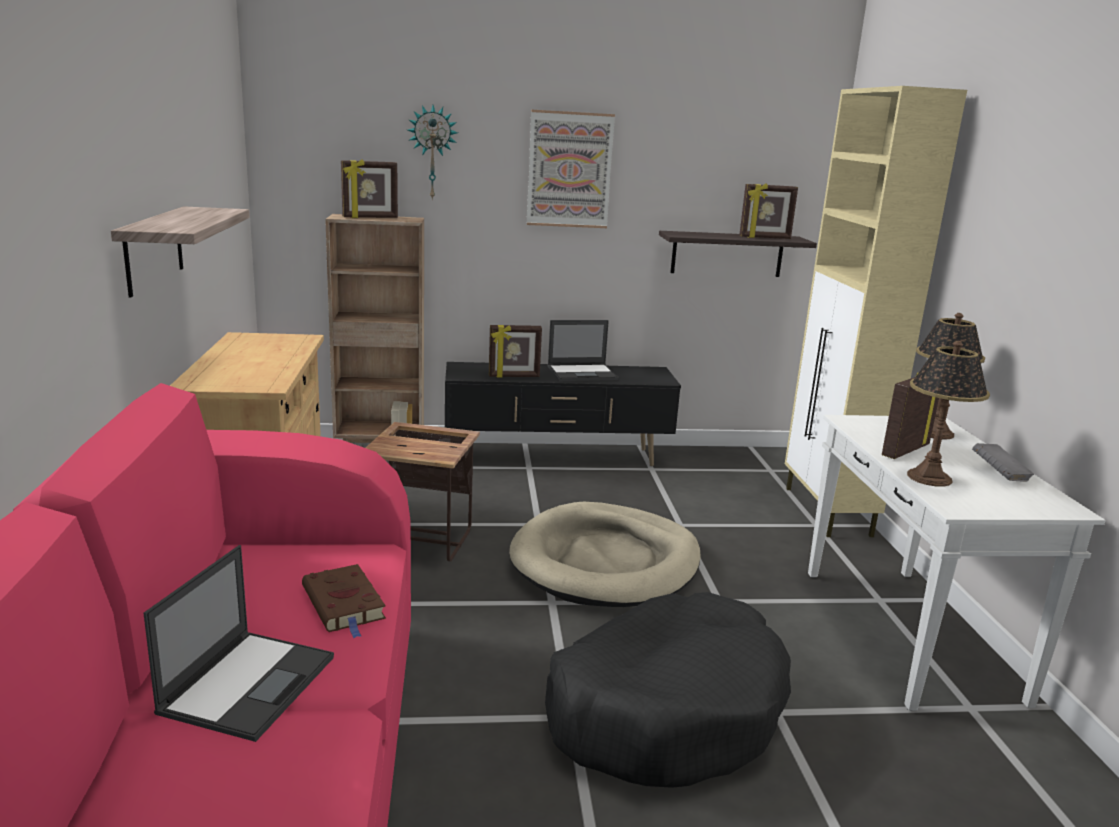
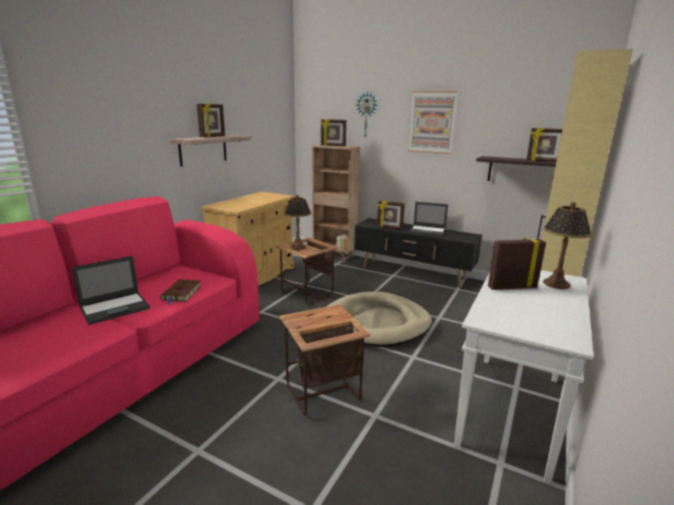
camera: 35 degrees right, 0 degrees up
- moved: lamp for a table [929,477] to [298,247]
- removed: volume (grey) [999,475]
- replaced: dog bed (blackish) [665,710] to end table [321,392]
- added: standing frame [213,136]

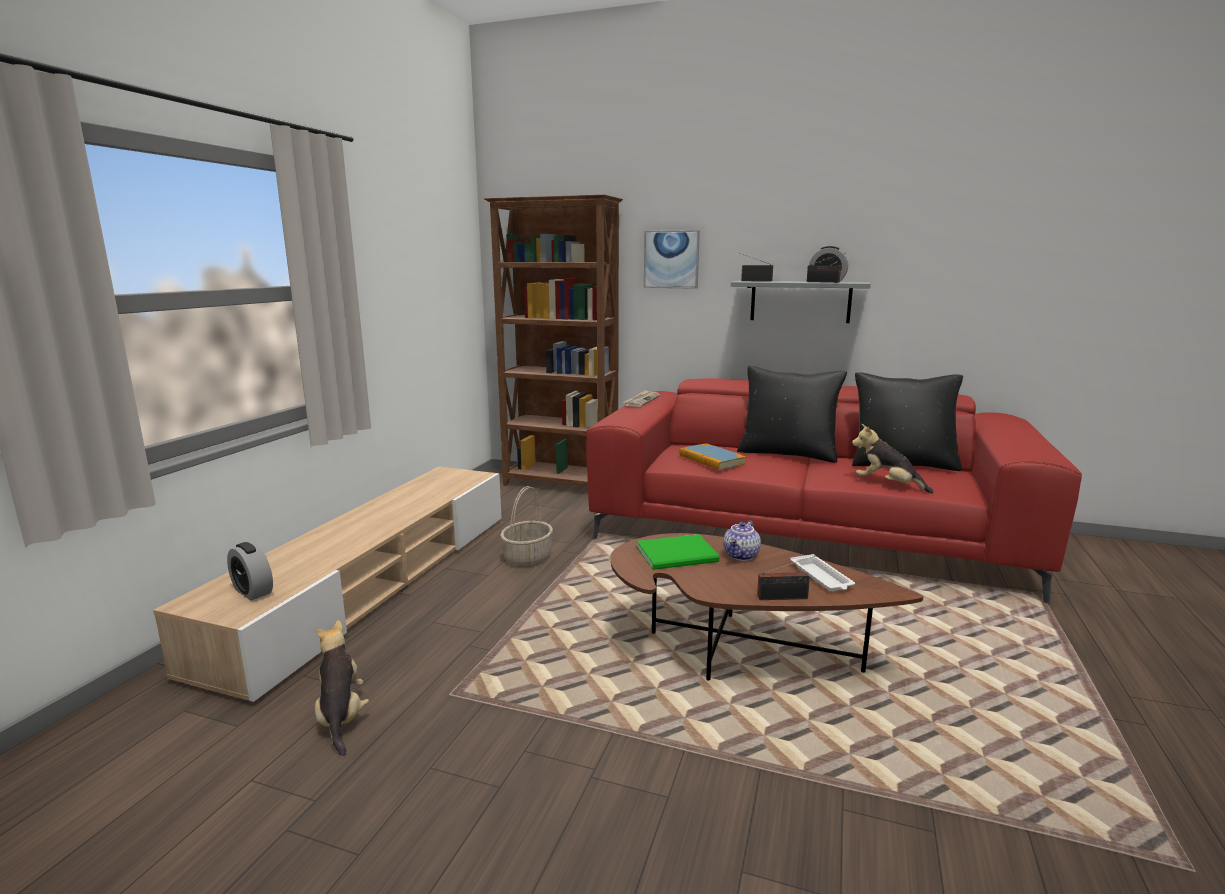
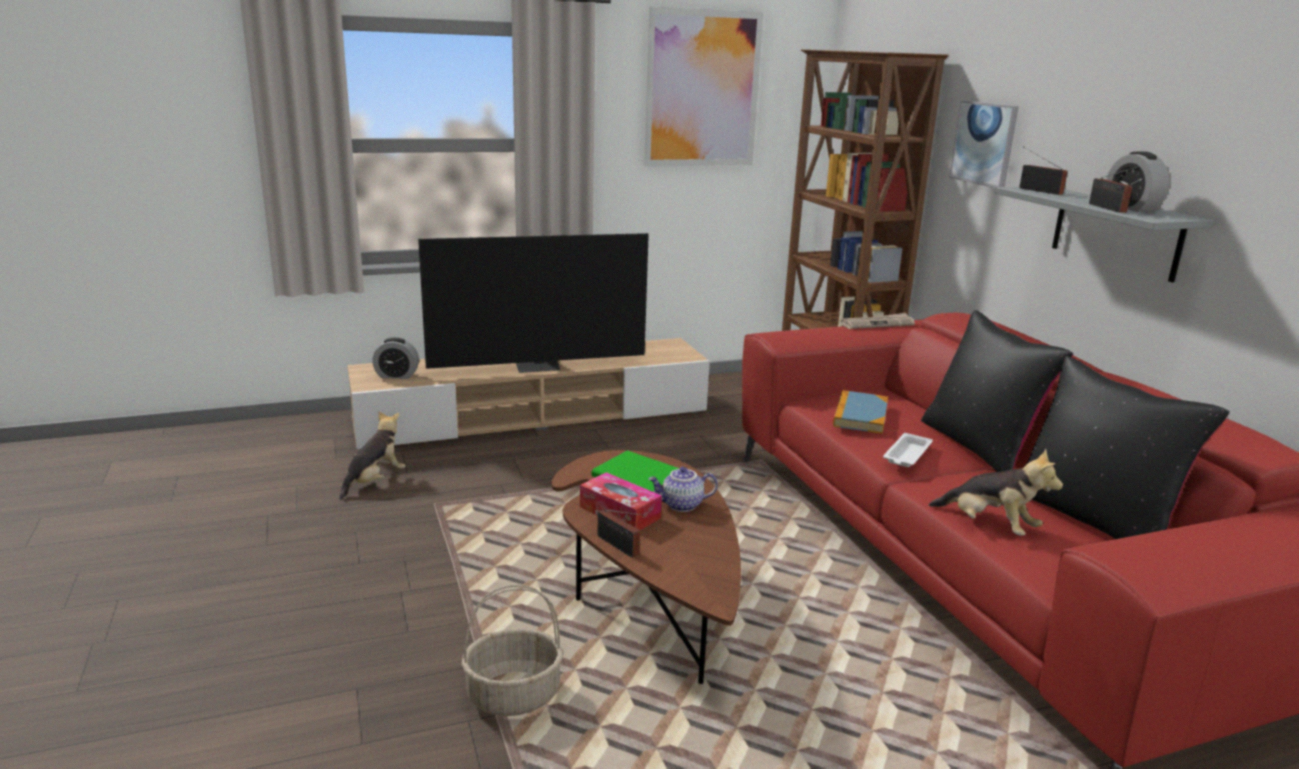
camera: 50 degrees right, 5 degrees up
- turned: soft toy [887,485] = [989,526] 135 degrees clockwise
- moved: storage basket [527,557] to [514,694]
- turned: alarm clock [253,591] = [397,376] 90 degrees counterclockwise
- moved: carrying tray (whitish) [822,577] to [906,455]
- added: wall picture [701,89]
- added: TV [538,366]
- added: tissue box [620,512]

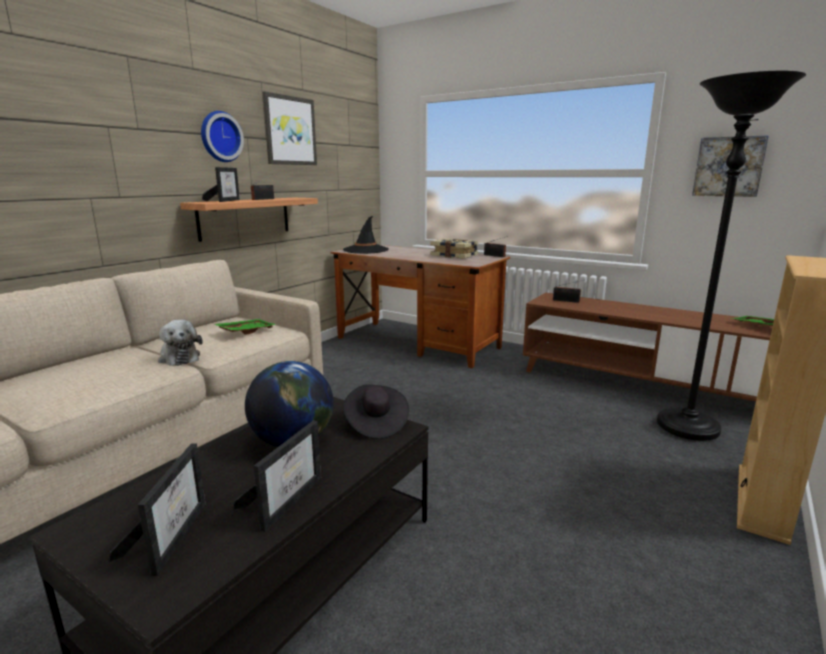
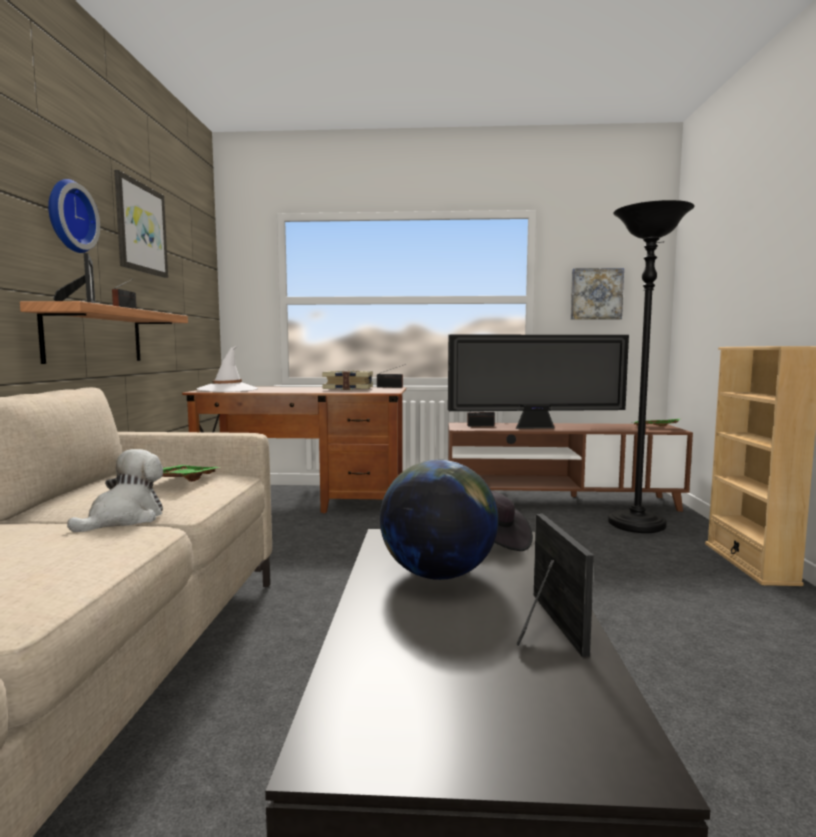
camera: 30 degrees left, 10 degrees down
- recoloured: wearable hat (blackish) [365,250] to wearable hat (whitish) [228,389]
- turned: soft toy [179,357] = [124,519] 90 degrees counterclockwise
- removed: standing frame [171,535]
- added: TV [536,427]

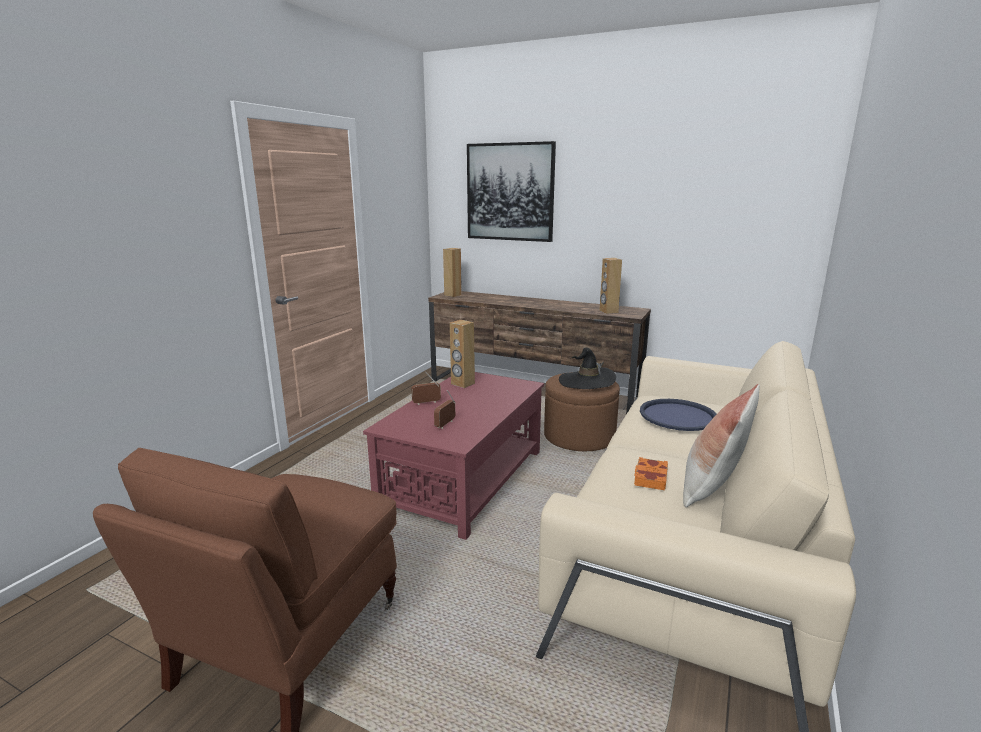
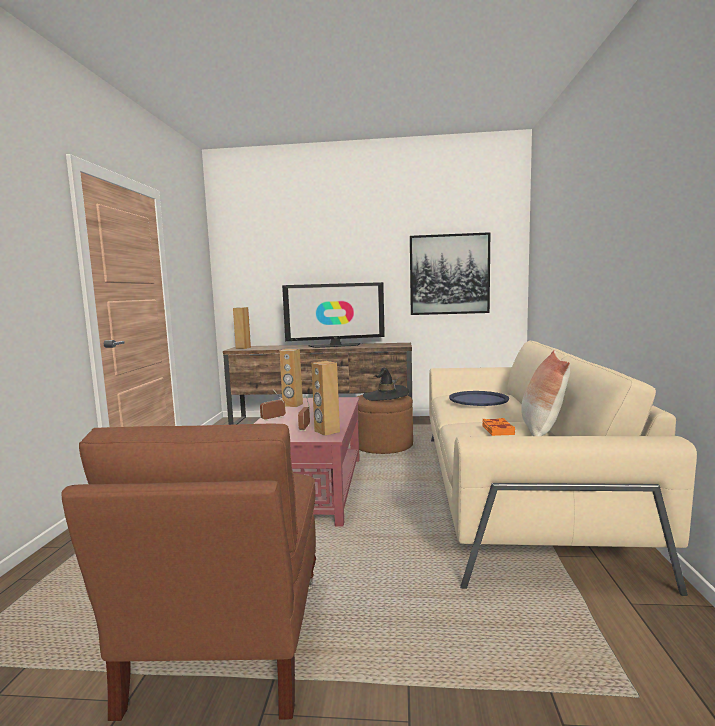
camera: 20 degrees left, 10 degrees down
- moved: wall picture [510,192] to [449,274]
- moved: audio speaker (brown) [608,311] to [326,431]
- added: TV [335,345]

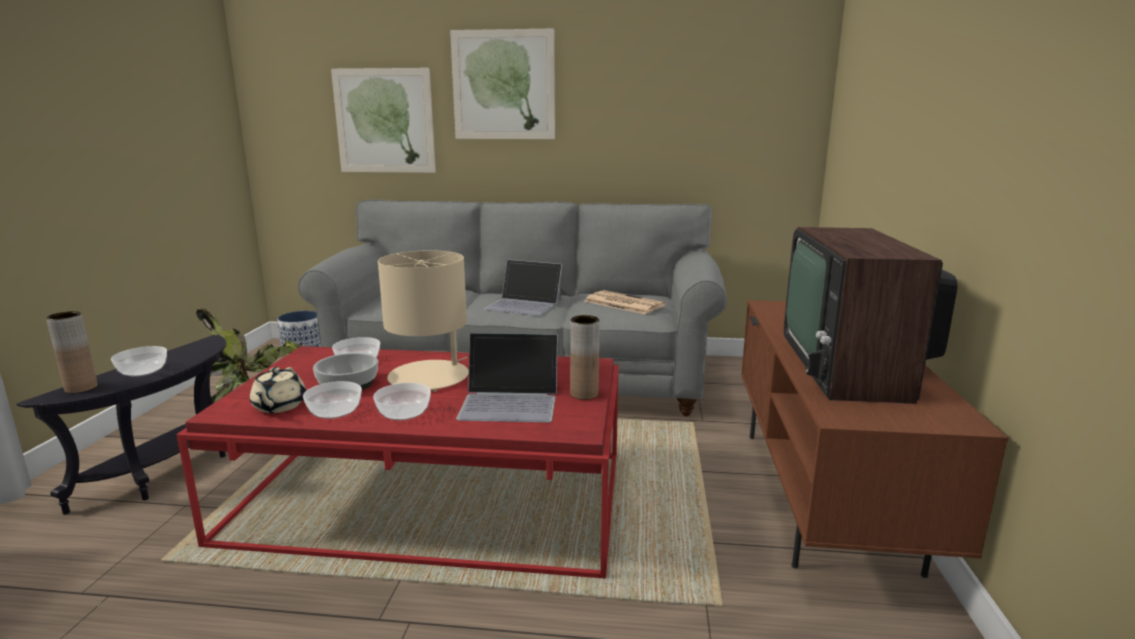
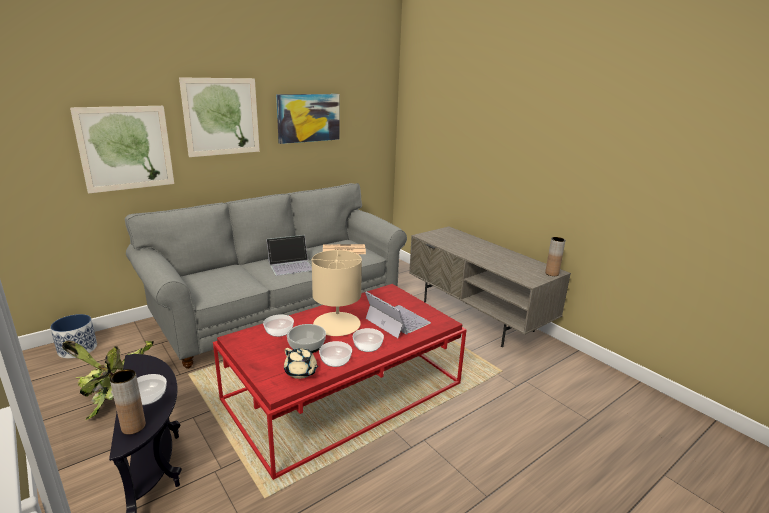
camera: 45 degrees left, 5 degrees up
- removed: TV [853,364]
- recoloured: tv unit (brown) [825,496] to tv unit (grey) [477,316]
- moved: vase (brown) [584,394] to [551,273]
- turned: notebook computer [510,401] = [397,321] 90 degrees counterclockwise
- added: wall picture [308,118]

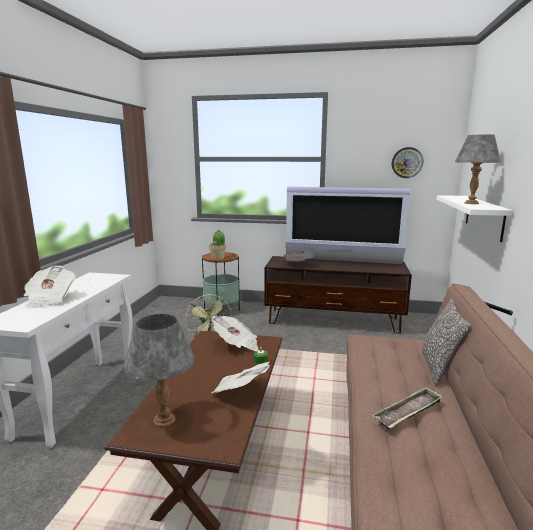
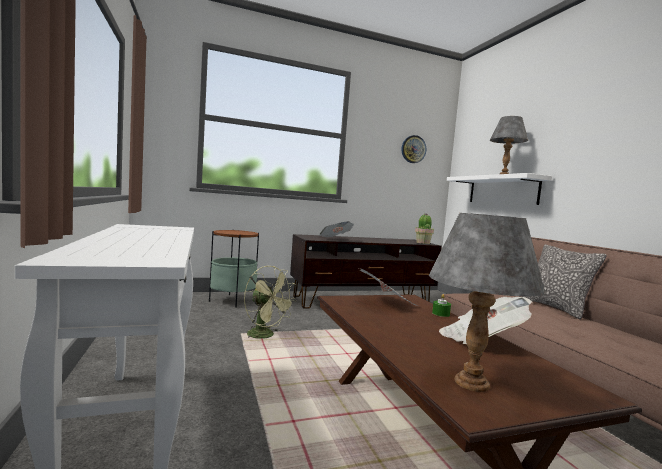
camera: 30 degrees left, 10 degrees down
- removed: TV [342,260]
- moved: houseplant [218,257] to [423,243]
- removed: newspaper [49,299]
- removed: carrying tray [408,412]

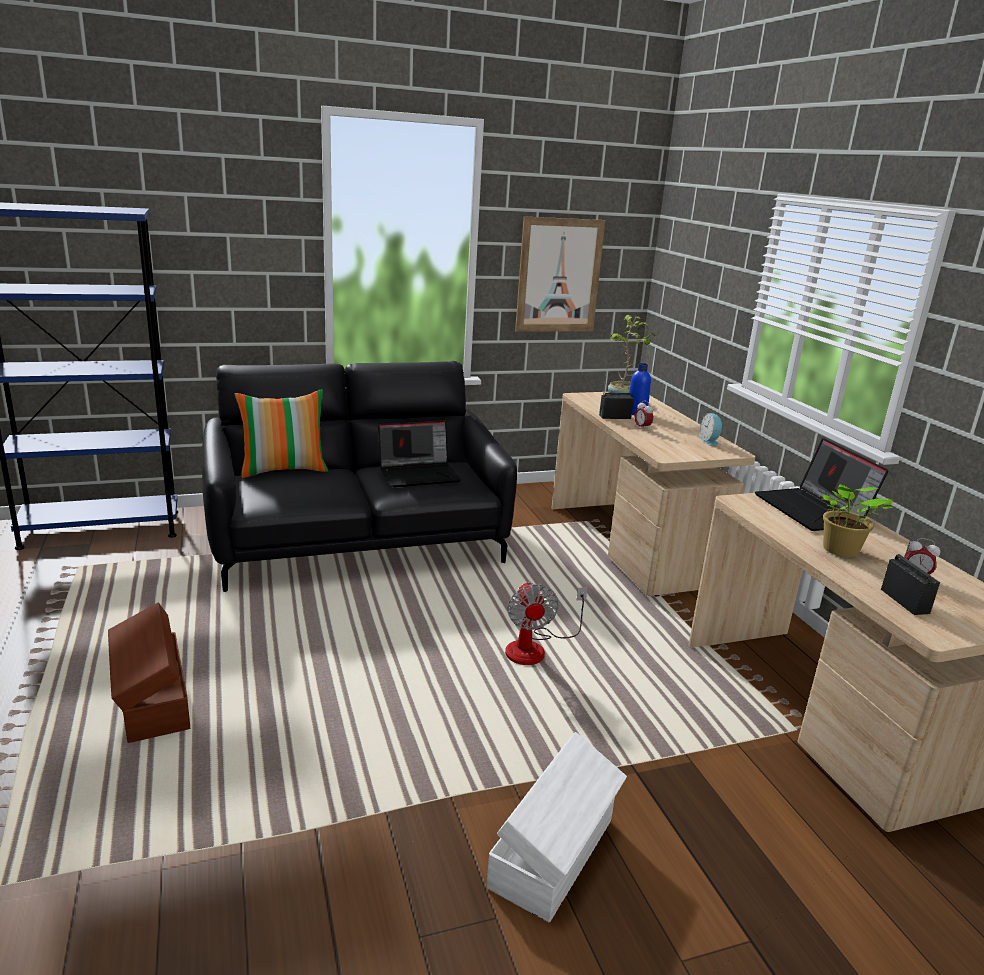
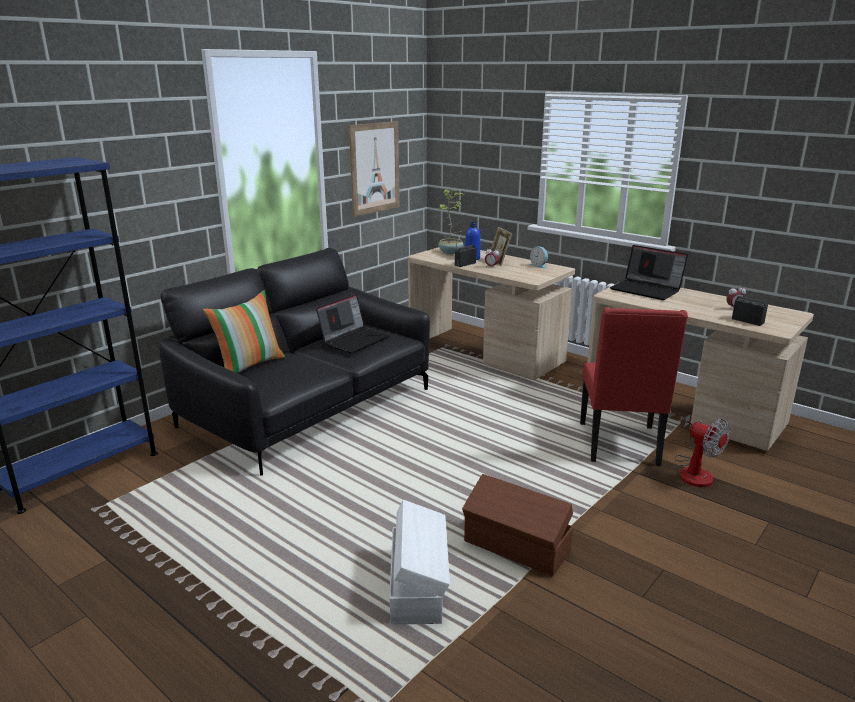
camera: 30 degrees left, 0 degrees up
- removed: houseplant [839,551]
- moved: fan [535,648] to [694,471]
- moved: storage box (brown) [152,700] to [517,547]
- moved: storage box (whitish) [555,853] to [418,584]
- added: standing frame [499,262]
- added: plain chair (red) [620,445]

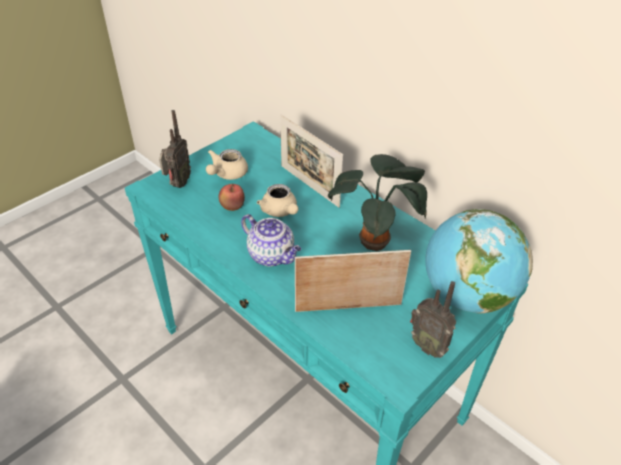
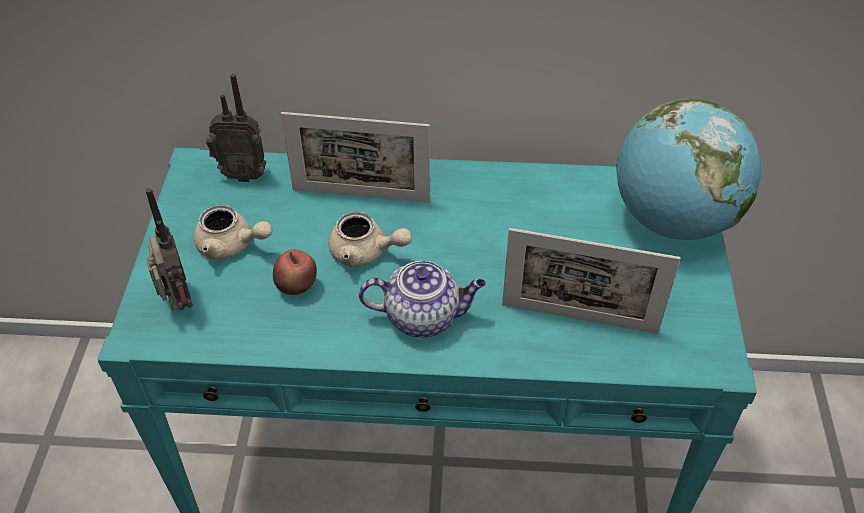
camera: 40 degrees left, 5 degrees up
- turned: tea pot (sand-coloured) [227,174] = [231,246] 60 degrees counterclockwise
- removed: houseplant [376,241]
- turned: standing frame [348,307] = [579,318] 120 degrees counterclockwise
- moved: radio [428,346] to [242,174]

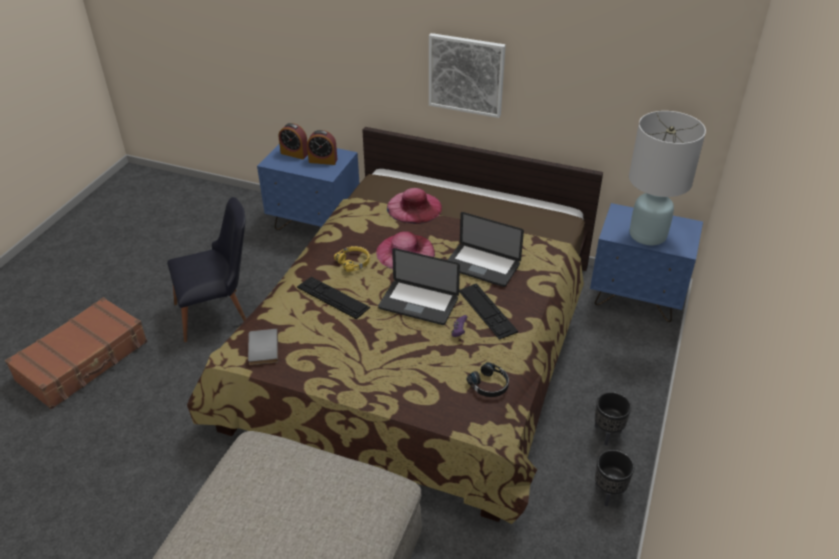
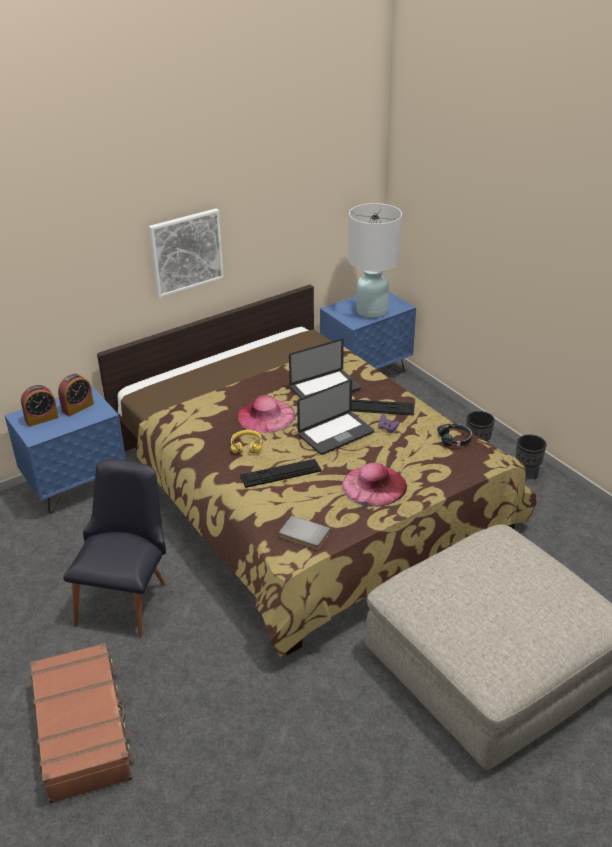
camera: 55 degrees left, 5 degrees down
- moved: wearable hat (pinkish) [414,207] to [374,485]

